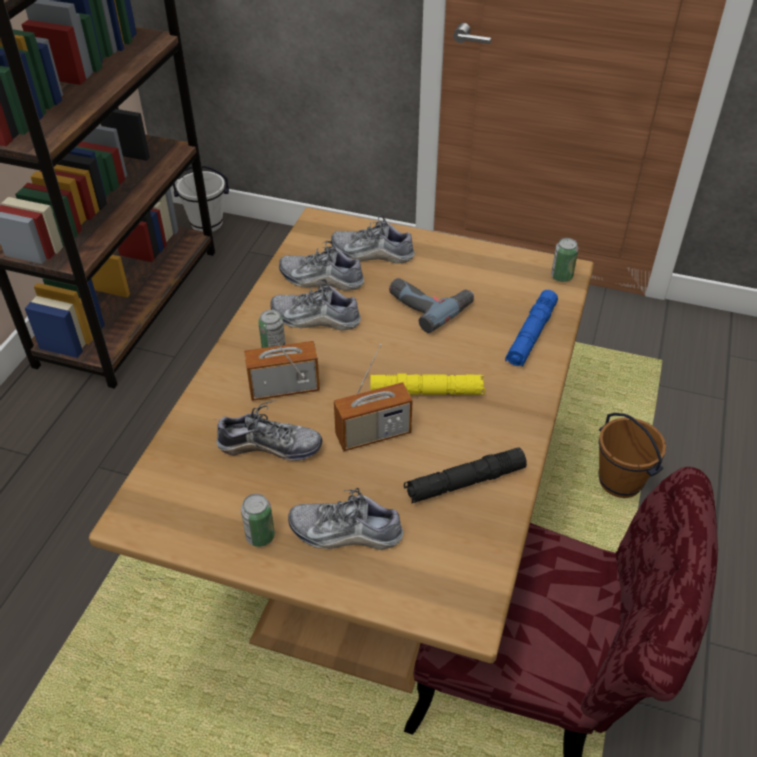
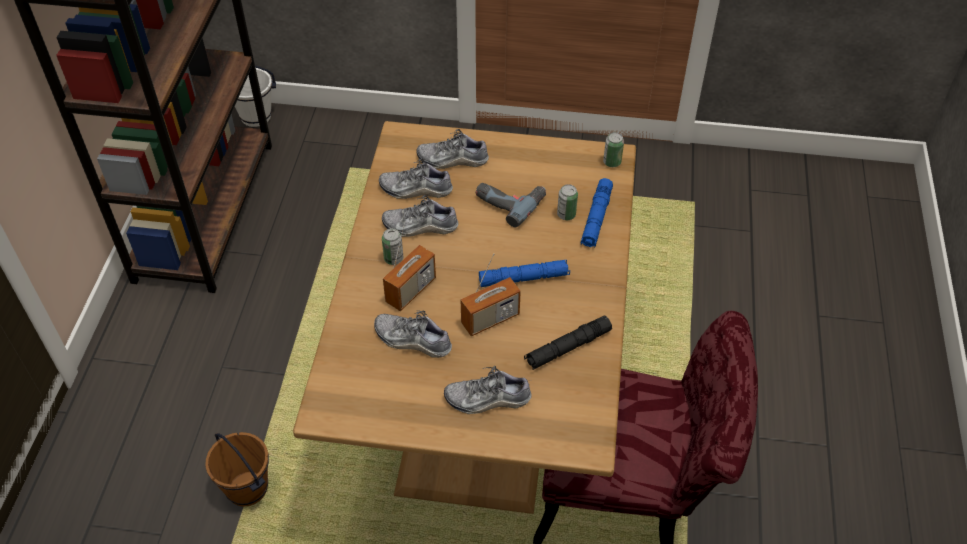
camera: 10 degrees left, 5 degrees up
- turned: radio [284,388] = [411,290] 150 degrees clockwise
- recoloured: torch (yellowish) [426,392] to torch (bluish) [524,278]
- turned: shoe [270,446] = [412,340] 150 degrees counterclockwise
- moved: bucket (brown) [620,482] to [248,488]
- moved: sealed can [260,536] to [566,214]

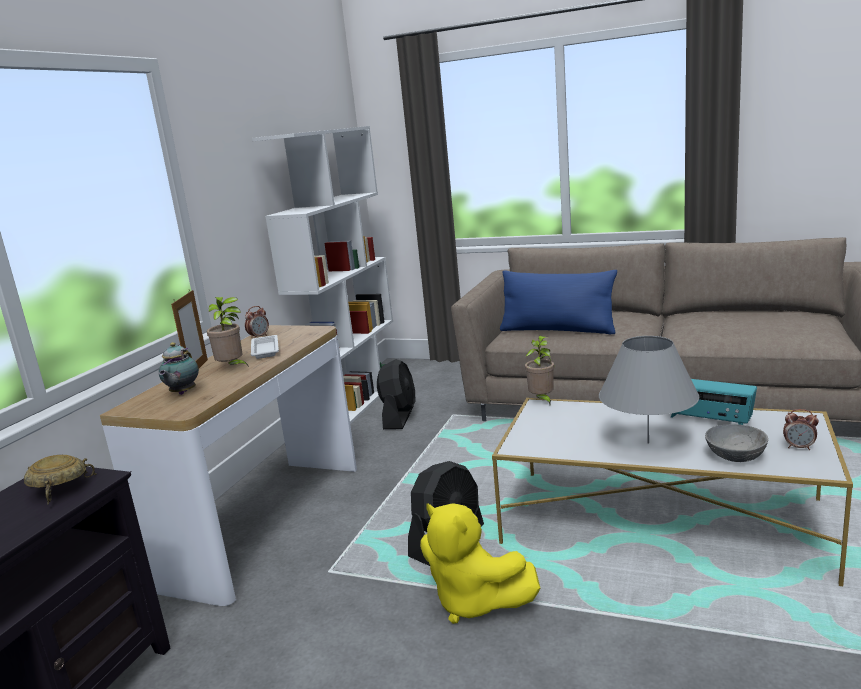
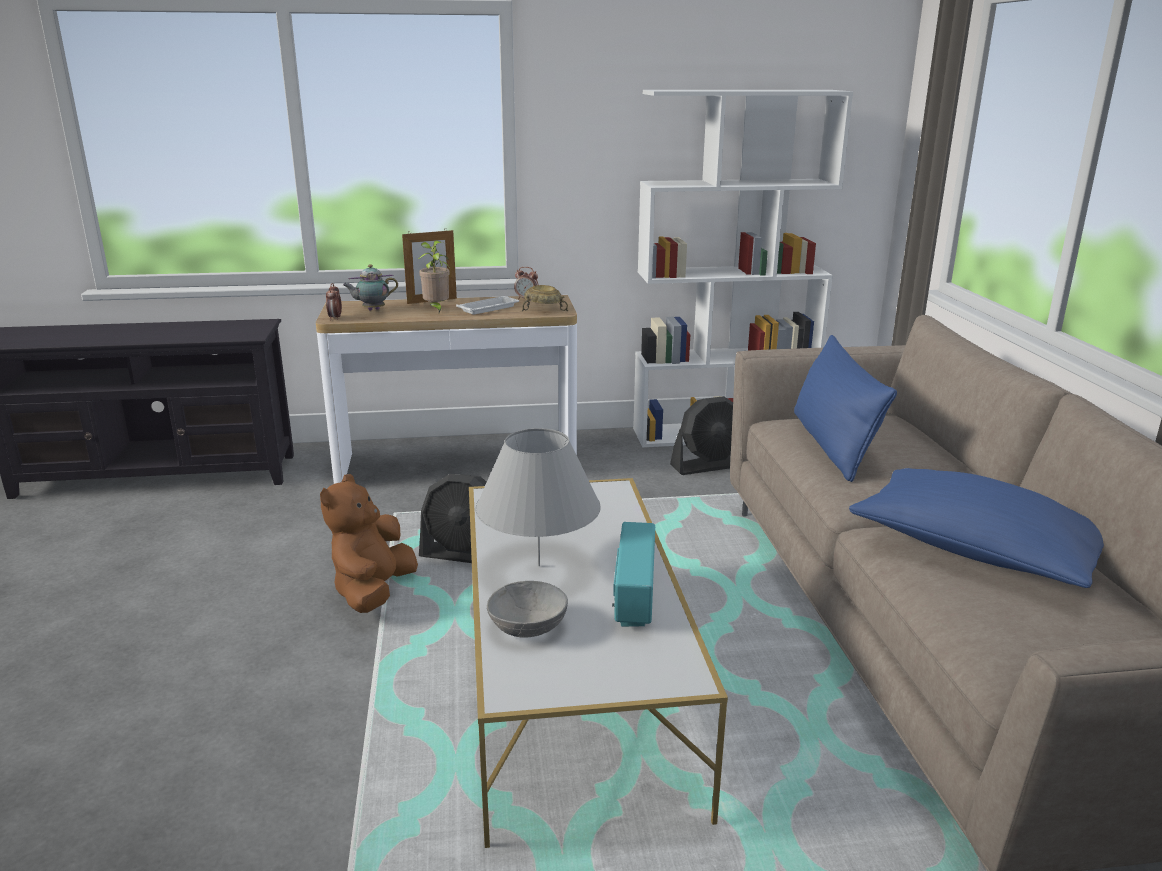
camera: 60 degrees right, 5 degrees up
- removed: houseplant [542,400]
- moved: alarm clock [799,447] to [335,318]
- moved: bowl (sand-coloured) [58,490] to [542,309]
- recoloured: soft toy (yellowish) [473,602] to soft toy (brown) [373,592]
- added: throw pillow (bluish) [974,552]

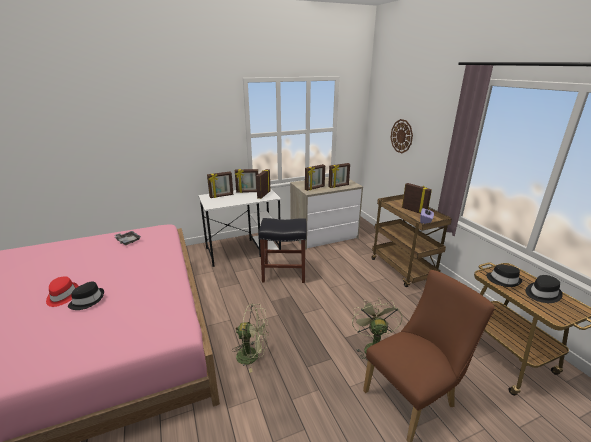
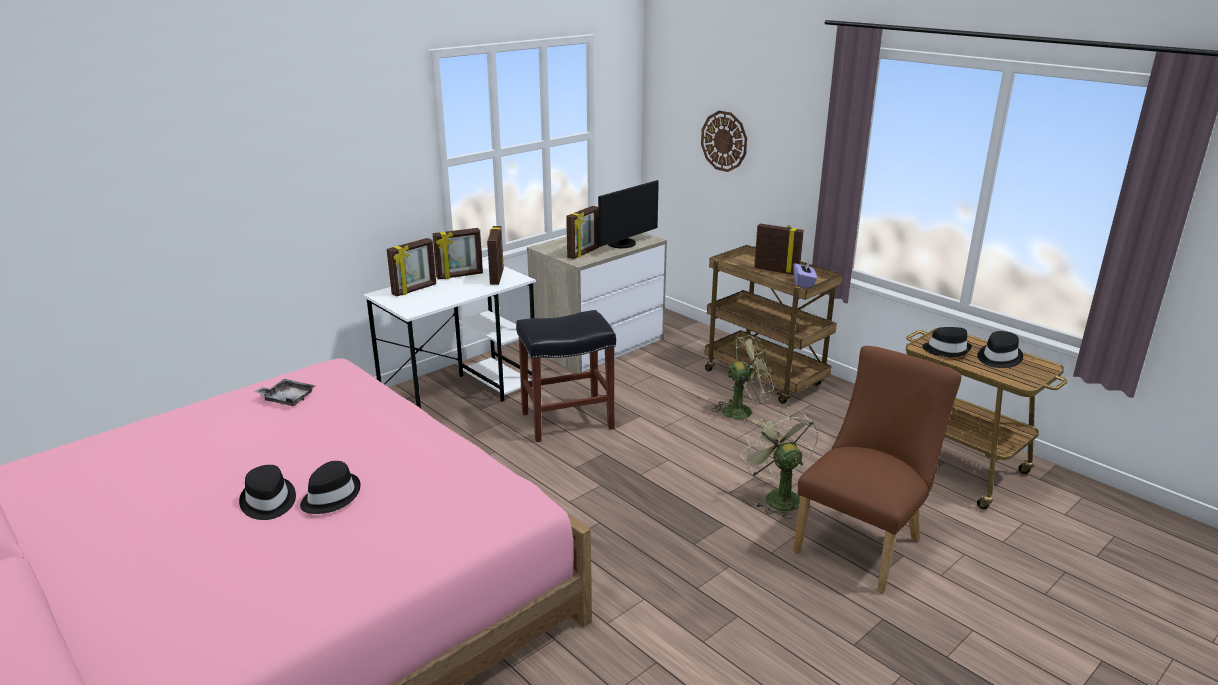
camera: 20 degrees left, 0 degrees up
- replaced: standing frame [338,186] to monitor [624,244]
- recoloured: wearable hat (red) [62,296] to wearable hat (blackish) [268,502]
- moved: fan (greenish) [252,355] to [743,410]

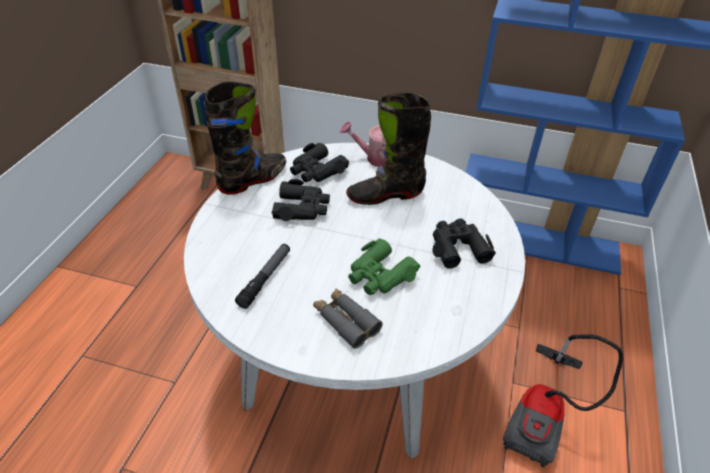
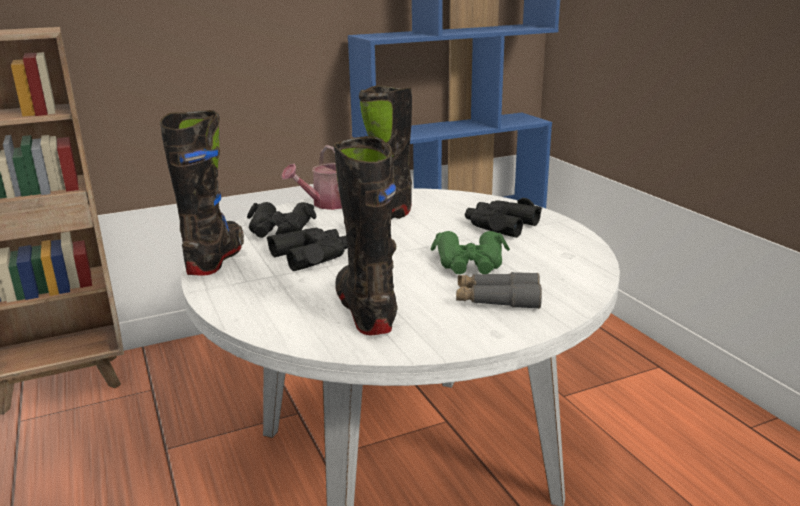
camera: 40 degrees left, 20 degrees down
- replaced: torch [265,278] to high-top boot (blackish) [366,310]
- removed: hoover [544,416]

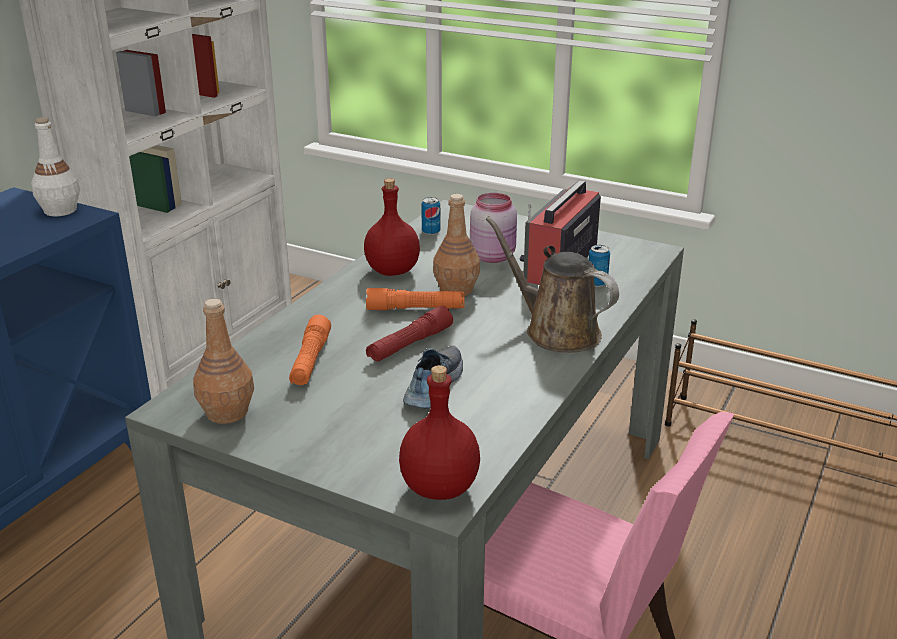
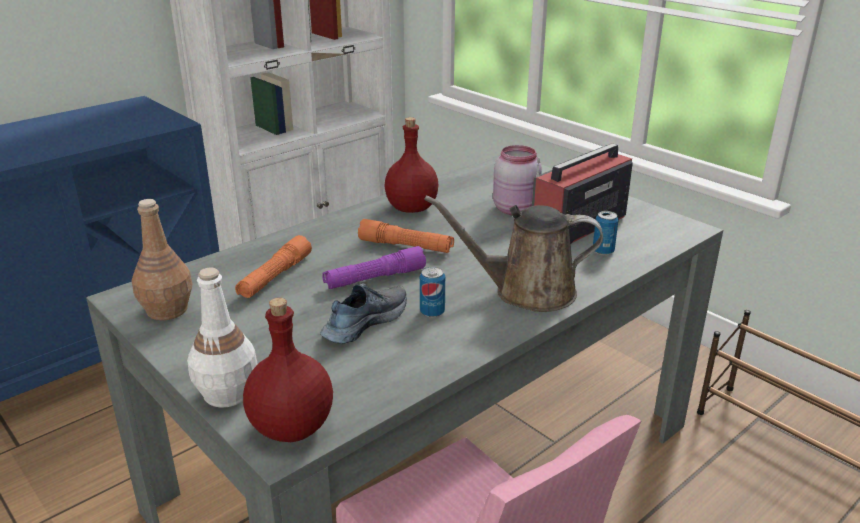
camera: 20 degrees right, 0 degrees up
- moved: drink bottle (whitish) [60,210] to [226,393]
- removed: drink bottle (brown) [456,289]
- moved: sealed can [431,232] to [432,312]
- turned: sprinkling can (brown) [556,331] = [526,292] 60 degrees counterclockwise
- recoloured: torch (red) [410,344] to torch (purple-coloured) [375,278]

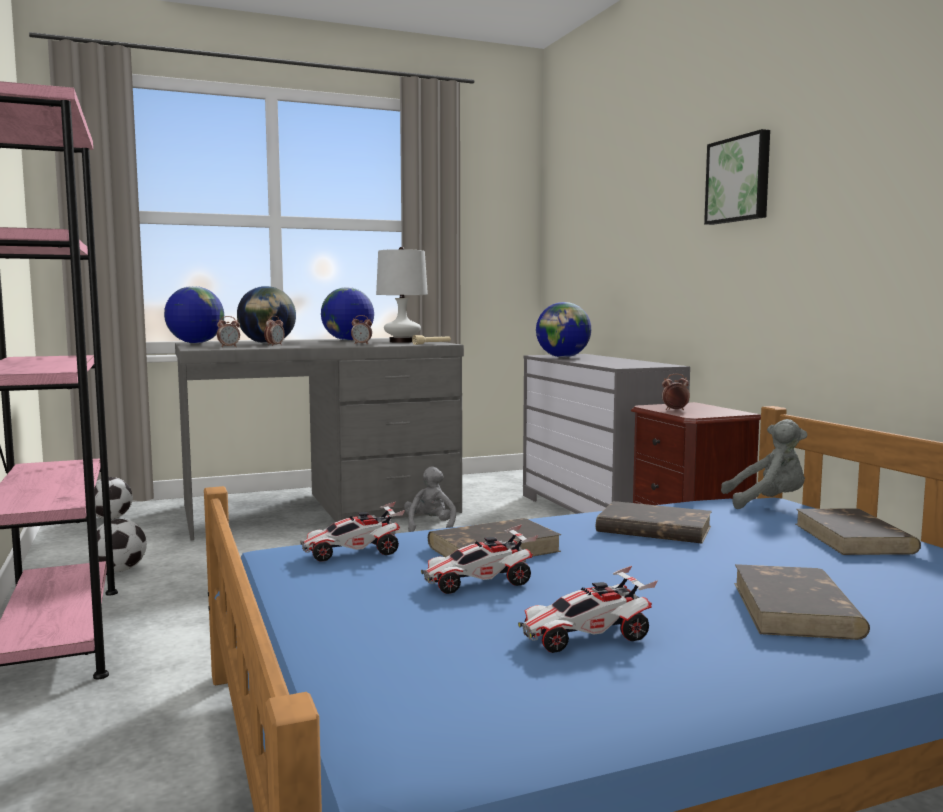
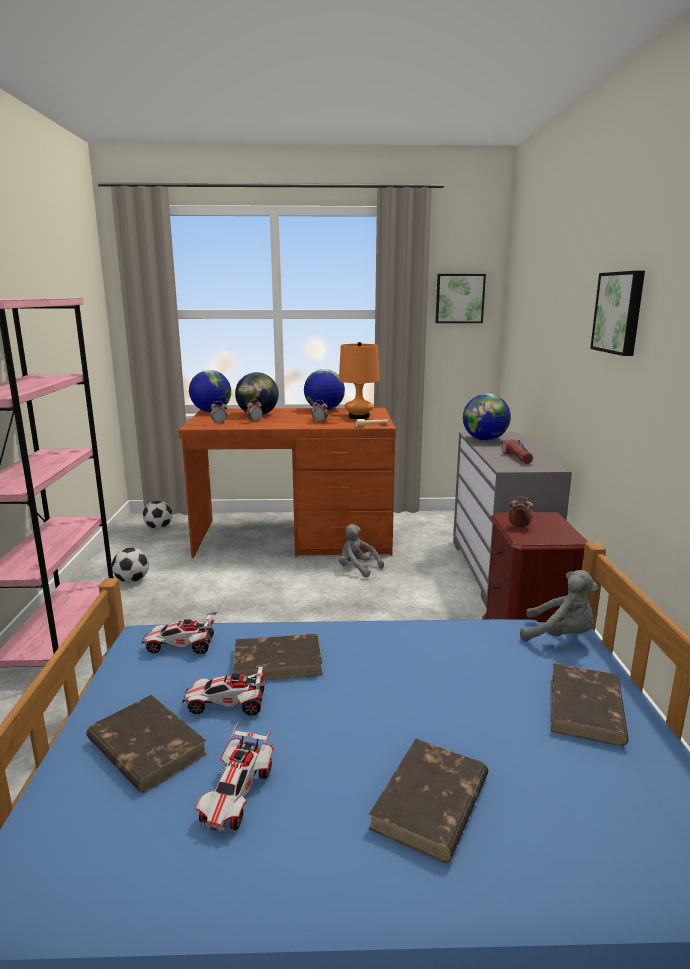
camera: 20 degrees right, 10 degrees up
- recoloured: lamp for a table (whitish) [402,341] to lamp for a table (orange-coloured) [359,417]
- recoloured: desk table (grey) [321,509] to desk table (brown) [295,537]
- turned: soft toy (grey) [430,527] = [357,569] 75 degrees counterclockwise
- moved: volume (brown) [652,529] to [145,747]
- turned: model car [586,637] = [237,795] 75 degrees counterclockwise
- added: wall picture [459,298]
- added: torch [517,458]

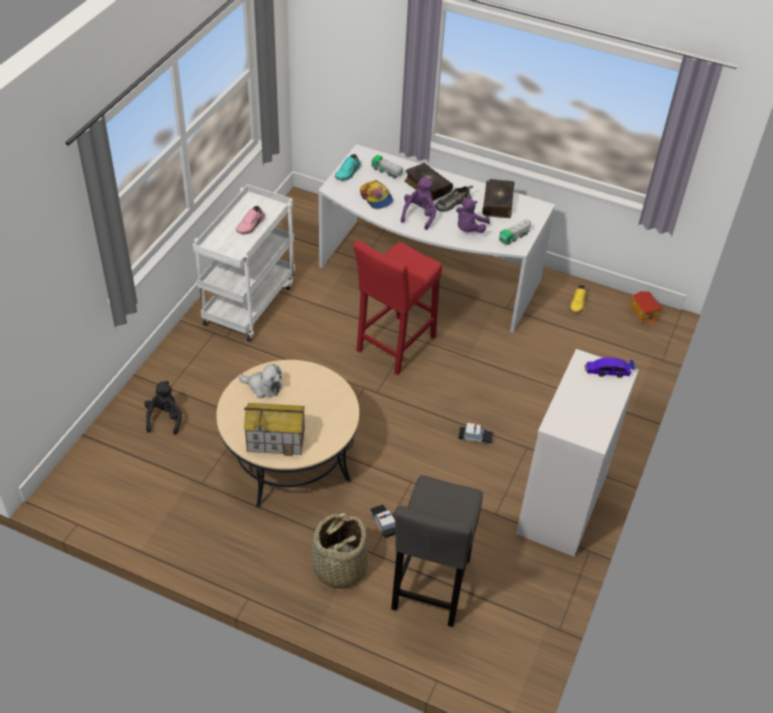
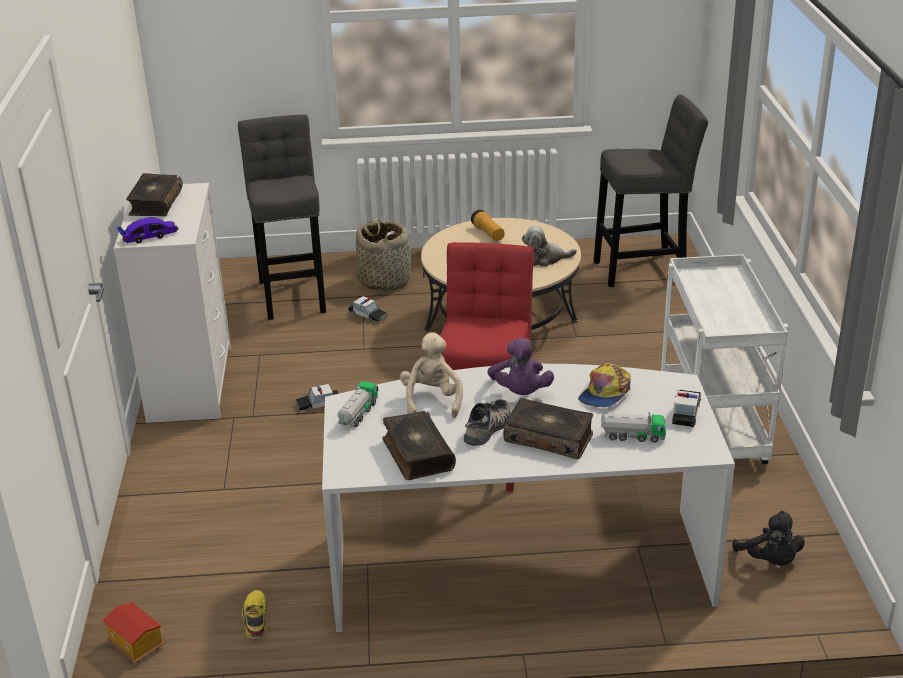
camera: 155 degrees right, 15 degrees down
- replaced: shoe (blue-green) [348,173] to model car [686,412]
- turned: peaked cap [376,198] = [605,393] 90 degrees counterclockwise
- recoloured: soft toy (purple-coloured) [469,229] to soft toy (sand-coloured) [432,400]
- removed: shoe (pinkish) [251,226]
- moved: soft toy (blackish) [165,418] to [770,560]
- replaced: toy house [276,440] to torch [488,233]
- added: stool (grey) [644,269]
- added: volume [155,203]

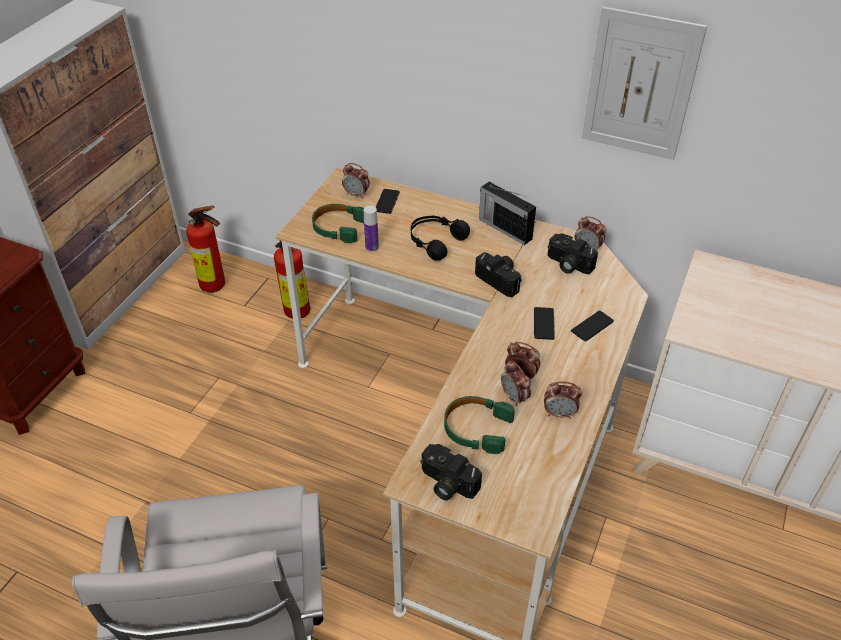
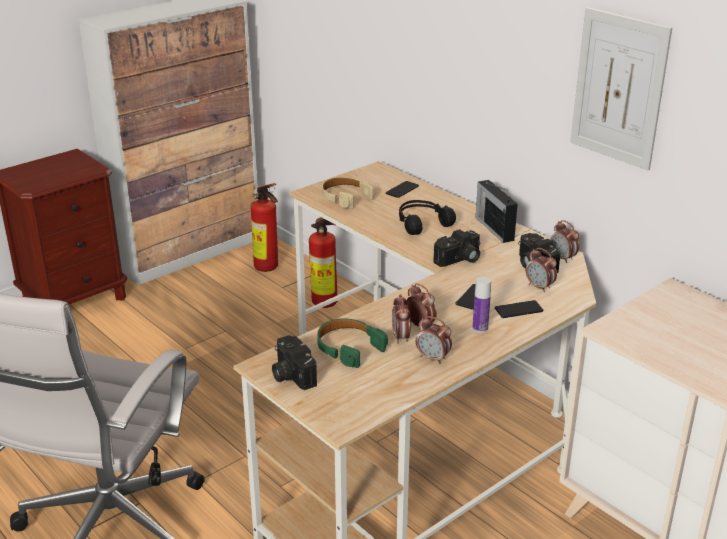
camera: 25 degrees right, 15 degrees down
- moved: alarm clock [356,194] to [539,287]
- recoloured: pair of headphones (greenish) [339,227] to pair of headphones (sand-coloured) [345,197]
- moved: drink bottle [372,247] to [480,328]
- turned: still camera [501,280] = [459,260] 75 degrees clockwise

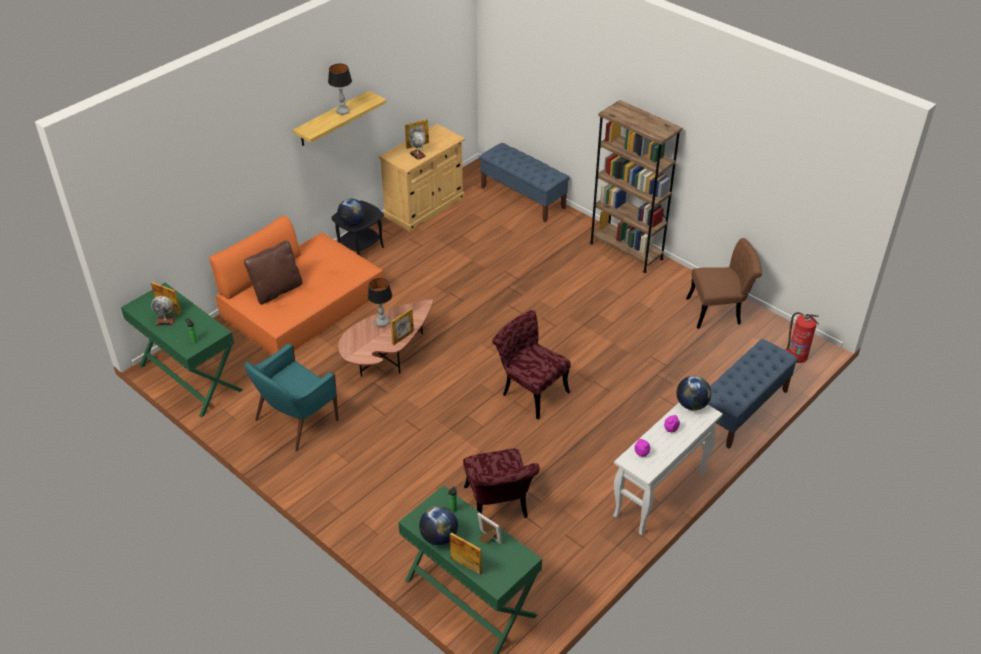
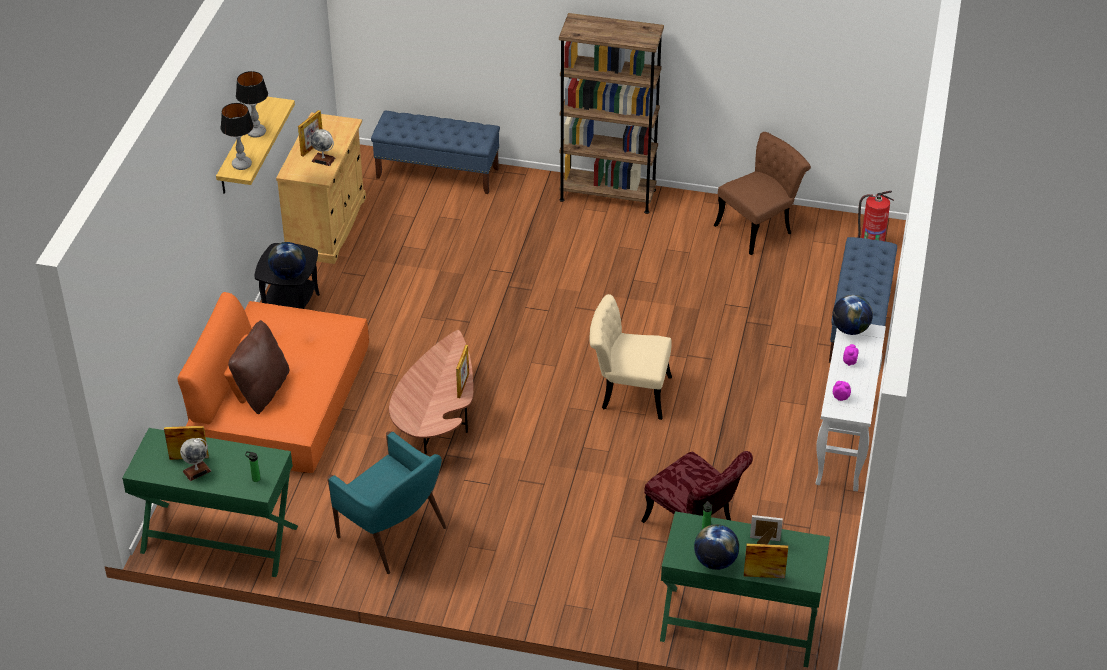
camera: 30 degrees left, 0 degrees up
- moved: lamp for a table [382,322] to [242,165]
- recoloured: plain chair (red) [530,390] to plain chair (sand-coloured) [628,392]
- turned: easy chair (blue-green) [295,421] = [393,534] 60 degrees counterclockwise

